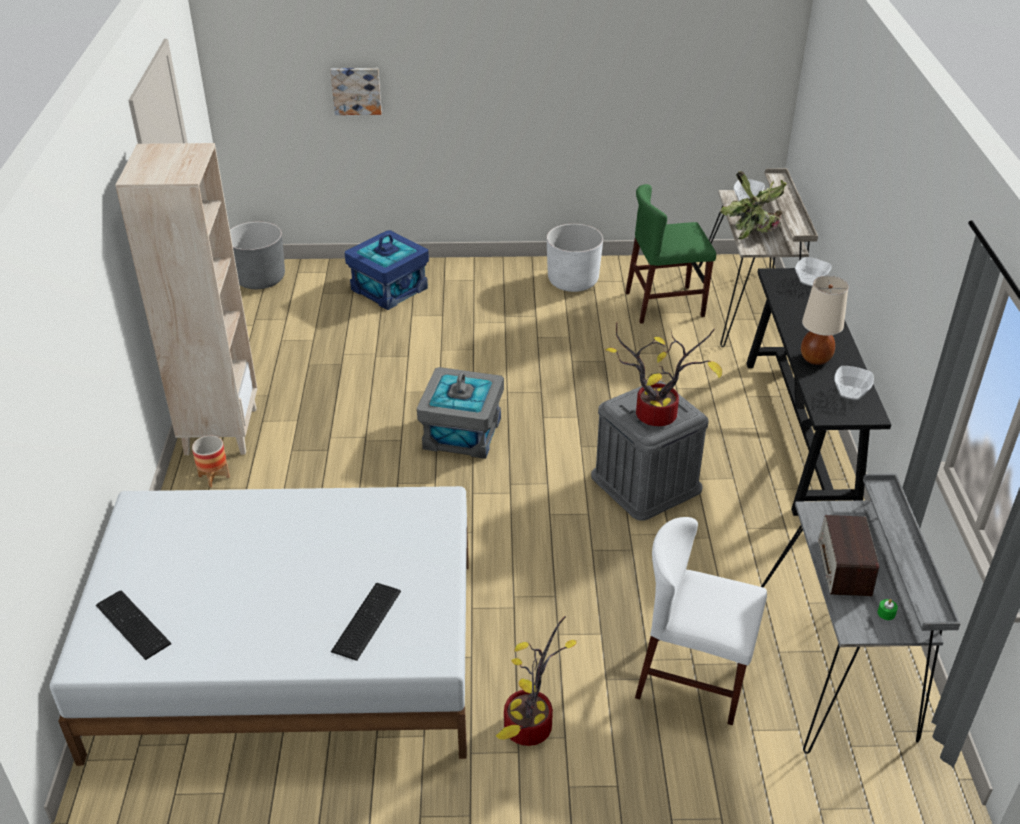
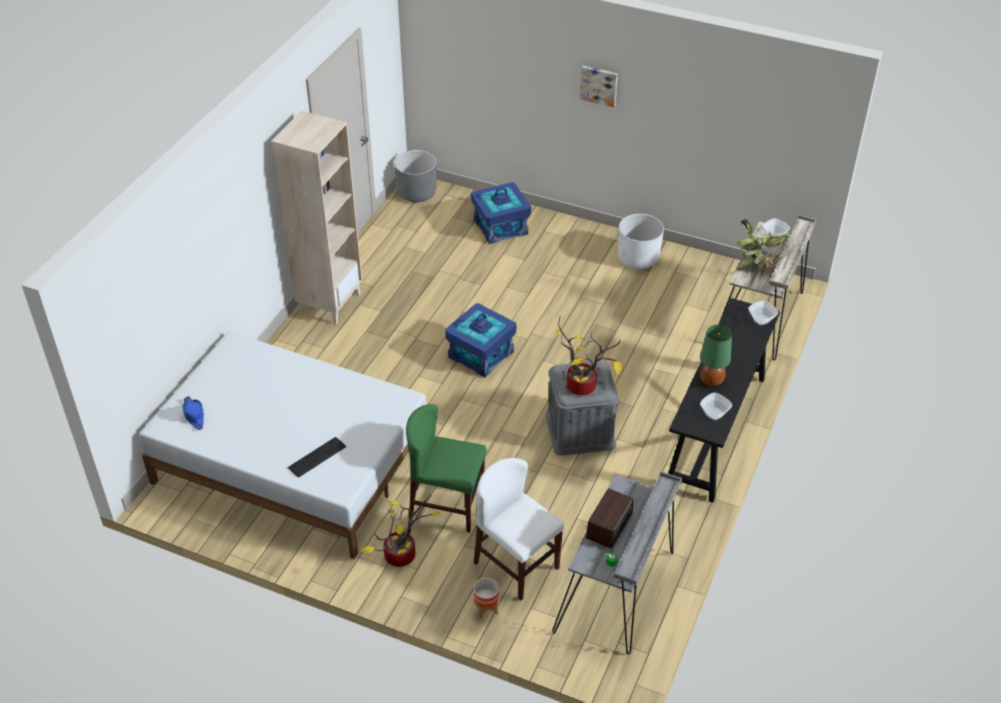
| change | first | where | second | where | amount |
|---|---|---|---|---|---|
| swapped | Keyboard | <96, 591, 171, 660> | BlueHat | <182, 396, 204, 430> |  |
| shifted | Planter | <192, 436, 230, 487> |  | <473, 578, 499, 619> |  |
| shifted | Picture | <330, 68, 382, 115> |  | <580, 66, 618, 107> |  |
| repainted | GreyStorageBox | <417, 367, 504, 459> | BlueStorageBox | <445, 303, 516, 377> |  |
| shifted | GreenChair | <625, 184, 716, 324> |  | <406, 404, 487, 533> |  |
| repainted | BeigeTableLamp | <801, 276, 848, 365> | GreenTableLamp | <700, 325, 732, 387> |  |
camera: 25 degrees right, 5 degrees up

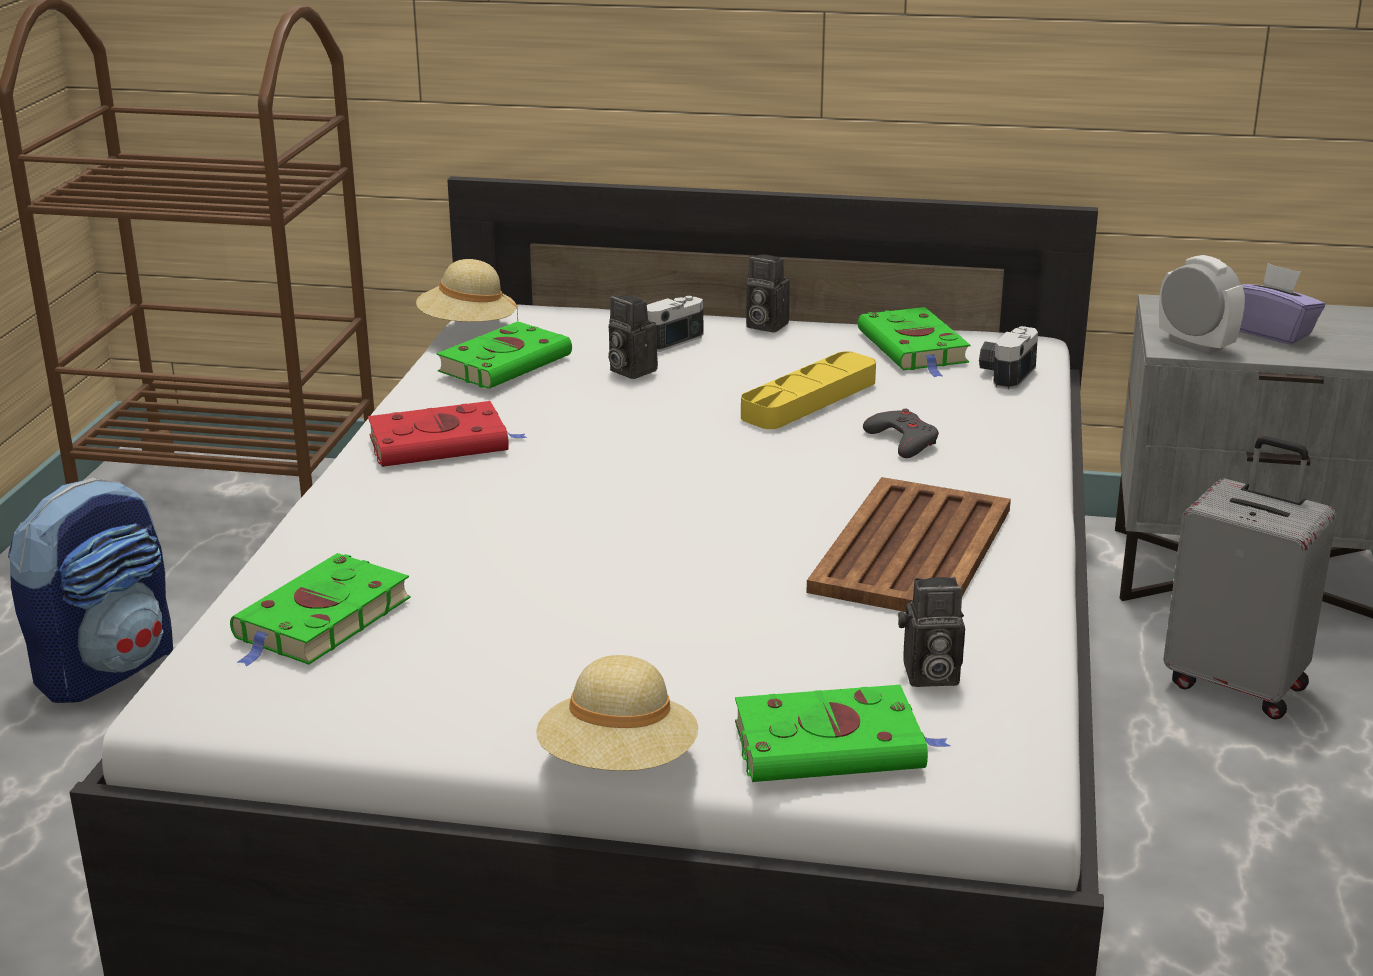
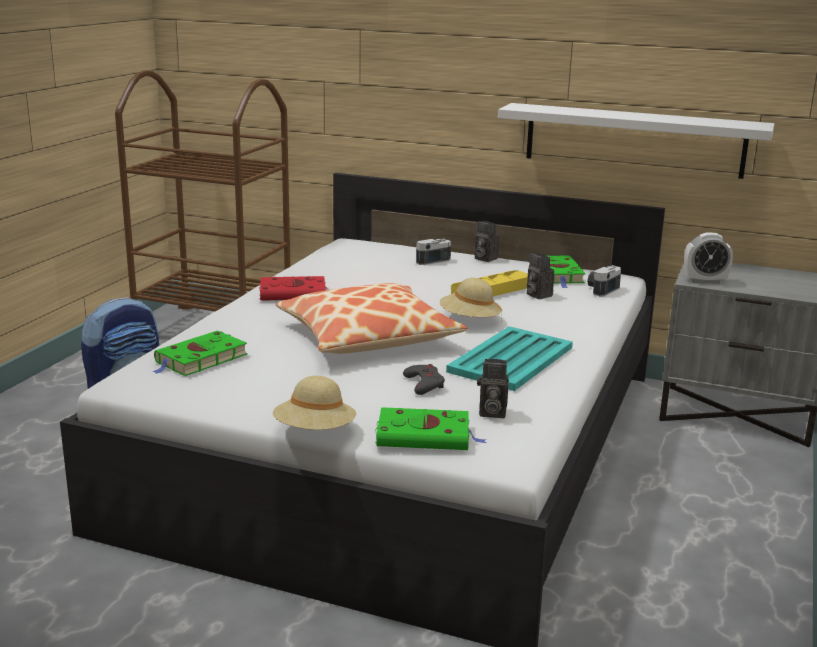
| change | first | where | second | where | amount |
|---|---|---|---|---|---|
| shifted | BeigeHat | <416, 259, 518, 322> |  | <440, 278, 502, 323> |  |
| gone | GreenBook | <436, 321, 572, 389> |  |  |  |
| shifted | PhotoCamera | <608, 295, 658, 379> |  | <526, 253, 554, 299> |  |
| repainted | BrownTray | <806, 477, 1011, 612> | TurquoiseTray | <446, 326, 573, 391> |  |
| shifted | GreyGameController | <863, 409, 939, 458> |  | <403, 364, 445, 395> |  |
| rotated | AlarmClock | <1159, 255, 1245, 355> |  | <684, 232, 733, 284> | 120 degrees clockwise |
| gone | GreySuitcase | <1163, 436, 1337, 720> |  |  |  |
| gone | PurpleTissueBox | <1239, 263, 1325, 345> |  |  |  |
| new |  |  | Pillow | <276, 283, 468, 354> |  |
| new |  |  | WhiteShelf | <498, 103, 774, 179> |  |
camera: 10 degrees right, 5 degrees down

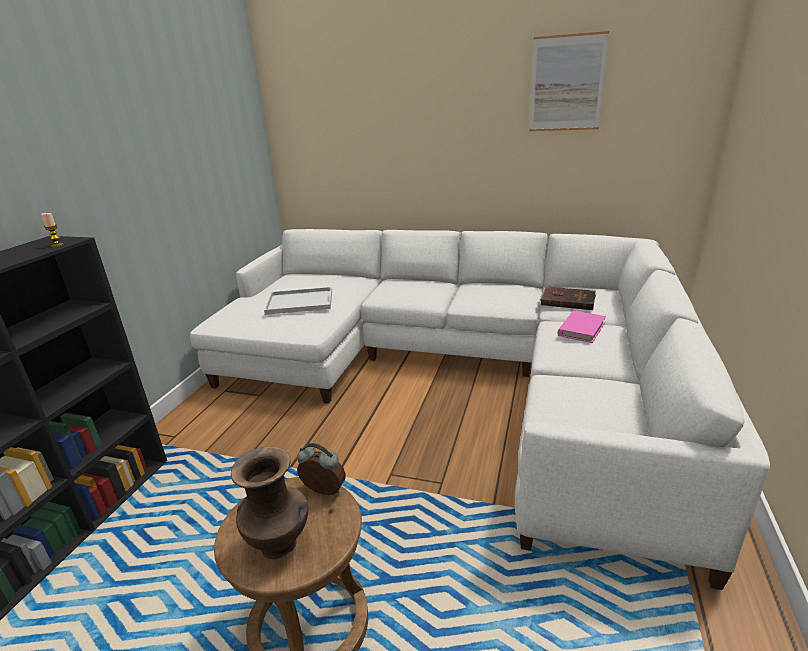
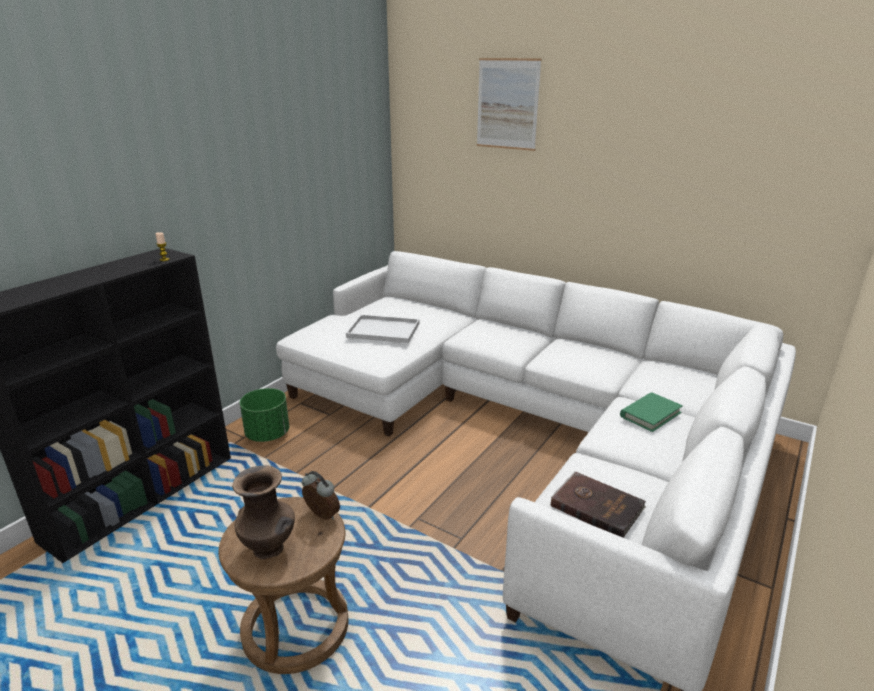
| change | first | where | second | where | amount |
|---|---|---|---|---|---|
| shifted | Picture | <529, 31, 609, 131> |  | <477, 58, 542, 151> |  |
| shifted | BrownBook | <539, 286, 596, 310> |  | <551, 471, 646, 538> |  |
| repainted | PinkBook | <557, 311, 606, 343> | GreenBook | <620, 392, 683, 432> |  |
| new |  |  | GreenPlanter | <240, 388, 289, 442> |  |
camera: 15 degrees right, 0 degrees up

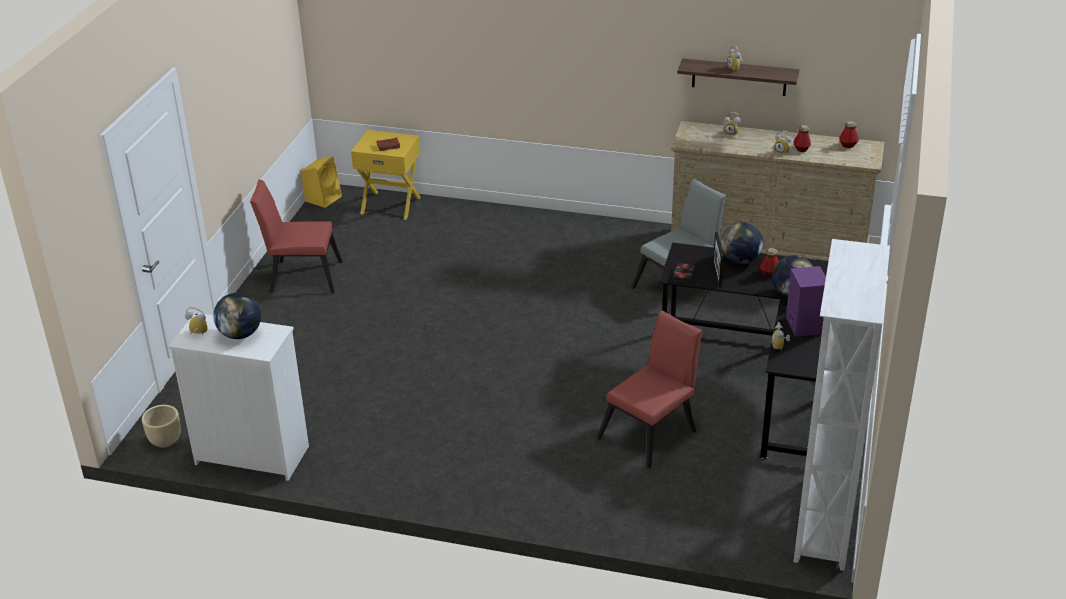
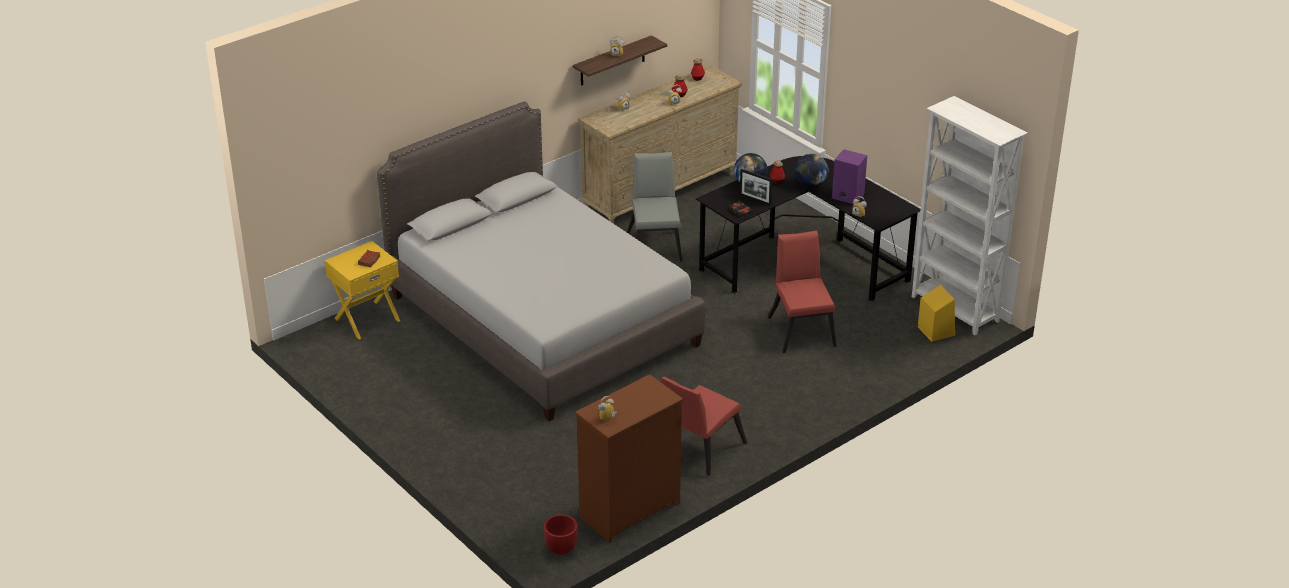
| change | first | where | second | where | amount |
|---|---|---|---|---|---|
| repainted | BeigePlanter | <142, 405, 180, 448> | RedPlanter | <544, 514, 578, 555> |  |
| repainted | WhiteDresser | <168, 313, 309, 481> | BrownDresser | <575, 374, 683, 543> |  |
| gone | Globe | <213, 293, 261, 339> |  |  |  |
| shifted | RedChair | <250, 180, 343, 293> |  | <661, 377, 747, 476> |  |
| shifted | YellowSpeaker | <301, 156, 342, 208> |  | <918, 285, 955, 342> |  |
| new |  |  | GreyBed | <377, 101, 705, 421> |  |
camera: 55 degrees left, 0 degrees up

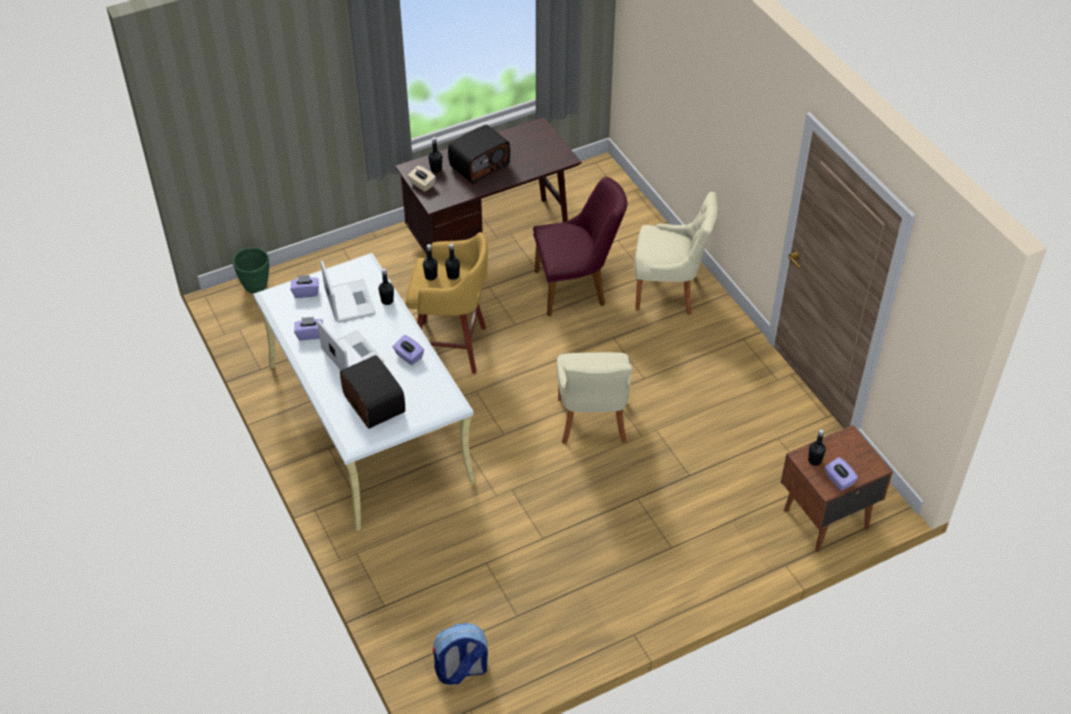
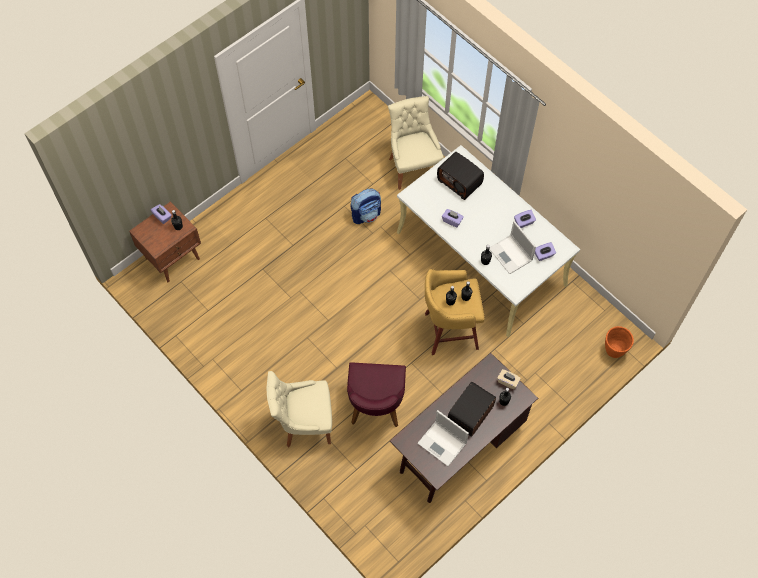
| change | first | where | second | where | amount |
|---|---|---|---|---|---|
| repainted | GreenPlanter | <233, 247, 269, 294> | OrangePlanter | <605, 326, 634, 358> |  |
| shifted | Laptop | <317, 320, 384, 370> |  | <417, 410, 469, 466> |  |
| shifted | Backpack | <432, 623, 488, 685> |  | <351, 188, 381, 224> |  |
| rotated | PurpleChair | <533, 177, 627, 316> |  | <347, 362, 406, 427> | 60 degrees counterclockwise |
| shifted | BeigeChair | <557, 352, 632, 444> |  | <388, 96, 444, 190> |  |
camera: 165 degrees right, 15 degrees up

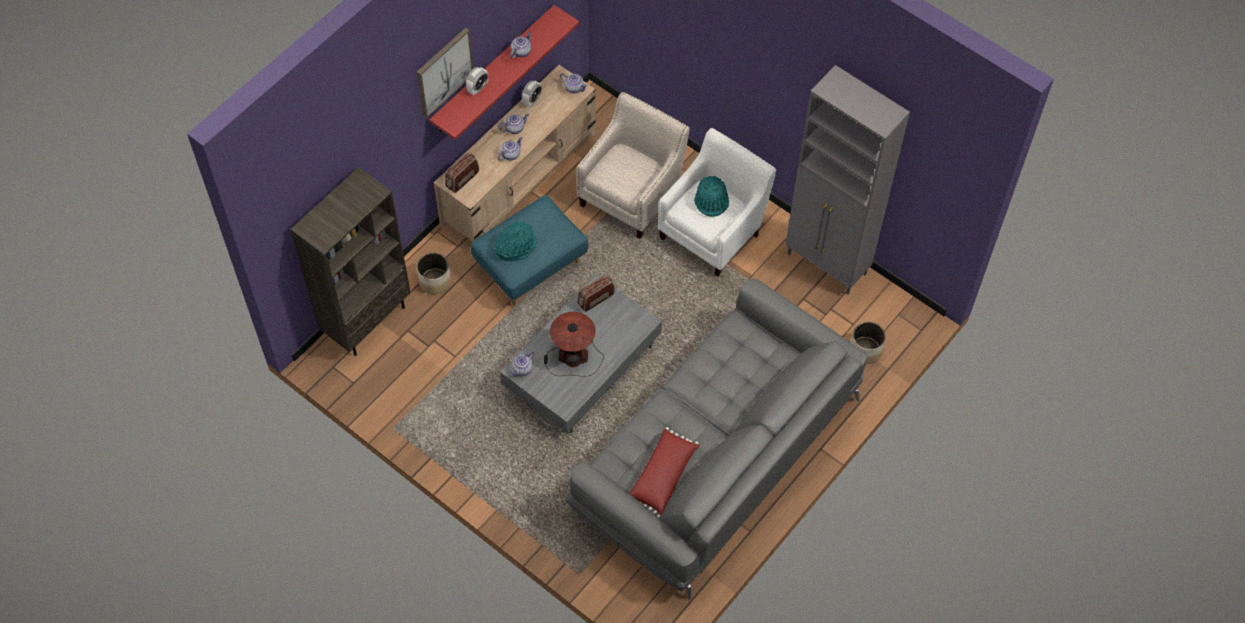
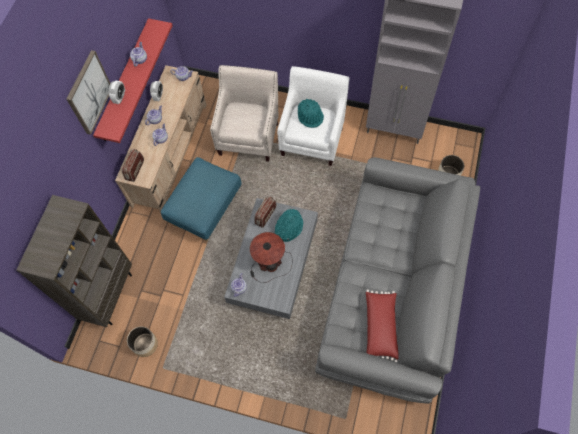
| change | first | where | second | where | amount |
|---|---|---|---|---|---|
| shifted | Planter | <417, 253, 451, 294> |  | <127, 326, 158, 357> |  |
| shifted | TurquoiseHat | <495, 221, 537, 261> |  | <275, 209, 303, 242> |  |
camera: 20 degrees left, 5 degrees up

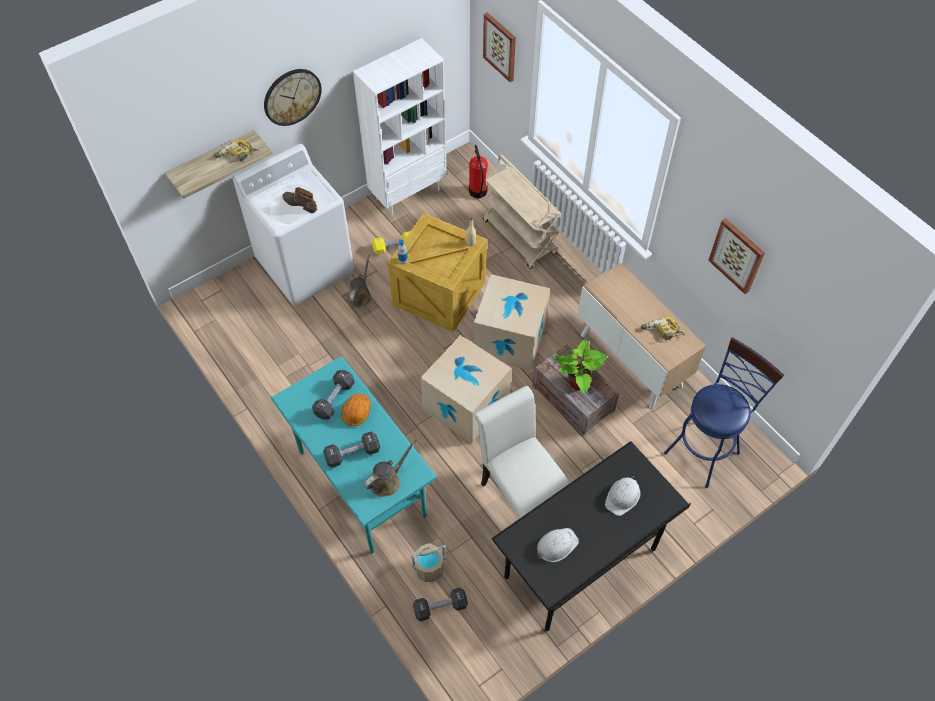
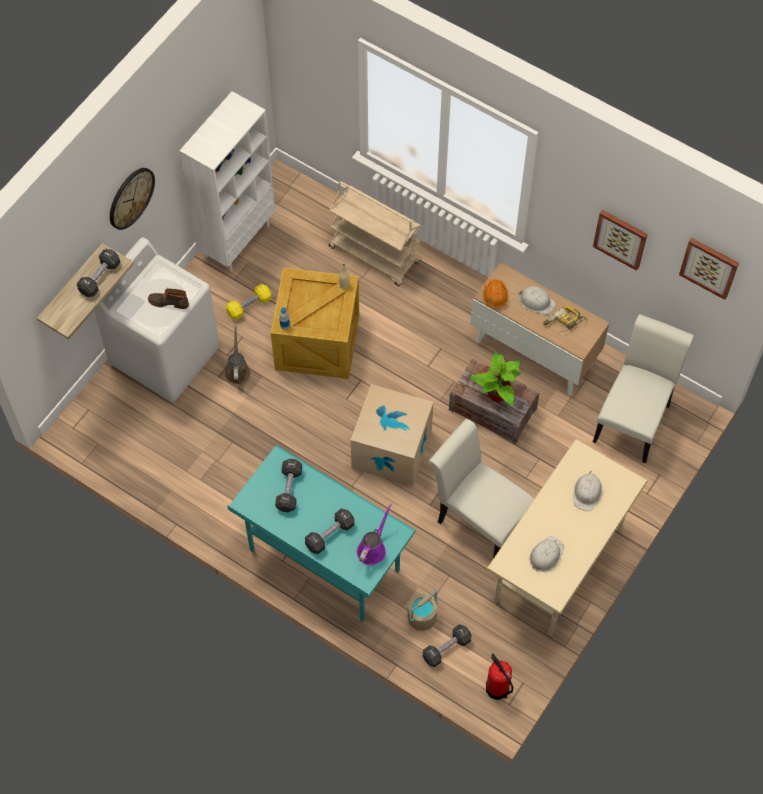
| change | first | where | second | where | amount |
|---|---|---|---|---|---|
| swapped | PowerDrill | <214, 140, 258, 164> | BlackDumbbell | <77, 249, 120, 297> |  |
| shifted | OrangeHardHat | <341, 394, 371, 426> |  | <483, 279, 509, 308> |  |
| repainted | BrownWateringCan | <364, 440, 416, 497> | PurpleWateringCan | <357, 503, 392, 565> |  |
| shifted | FireExtinguisher | <469, 145, 488, 198> |  | <486, 653, 513, 700> |  |
| gone | CardboardBox | <473, 274, 550, 371> |  |  |  |
| shifted | Picture | <483, 12, 516, 82> |  | <679, 237, 739, 300> |  |
| repainted | BlackDesk | <492, 441, 691, 631> | BeigeDesk | <487, 440, 648, 636> |  |
| swapped | BlueStool | <664, 337, 784, 488> | WhiteChair | <593, 314, 694, 463> |  |
| new |  |  | WhiteHardHat | <518, 286, 556, 314> |  |
camera: 20 degrees left, 5 degrees up

